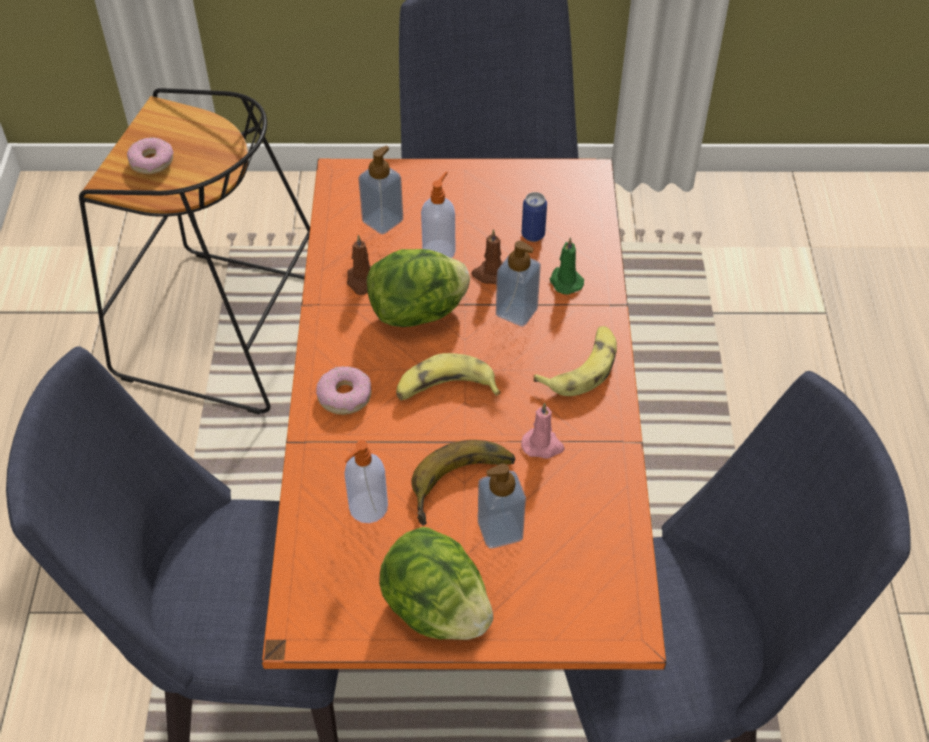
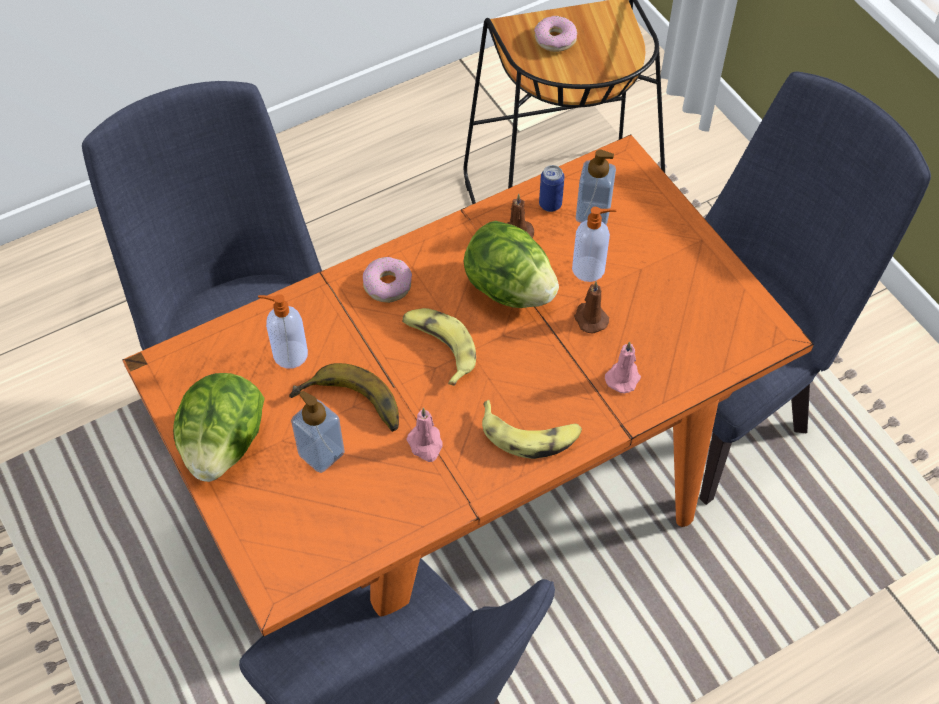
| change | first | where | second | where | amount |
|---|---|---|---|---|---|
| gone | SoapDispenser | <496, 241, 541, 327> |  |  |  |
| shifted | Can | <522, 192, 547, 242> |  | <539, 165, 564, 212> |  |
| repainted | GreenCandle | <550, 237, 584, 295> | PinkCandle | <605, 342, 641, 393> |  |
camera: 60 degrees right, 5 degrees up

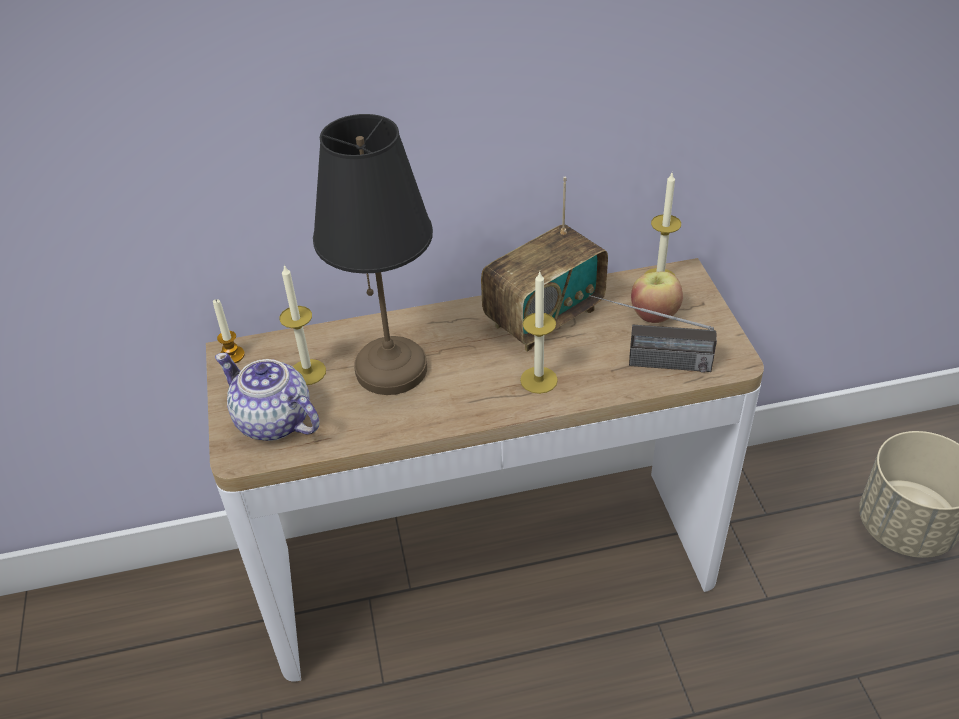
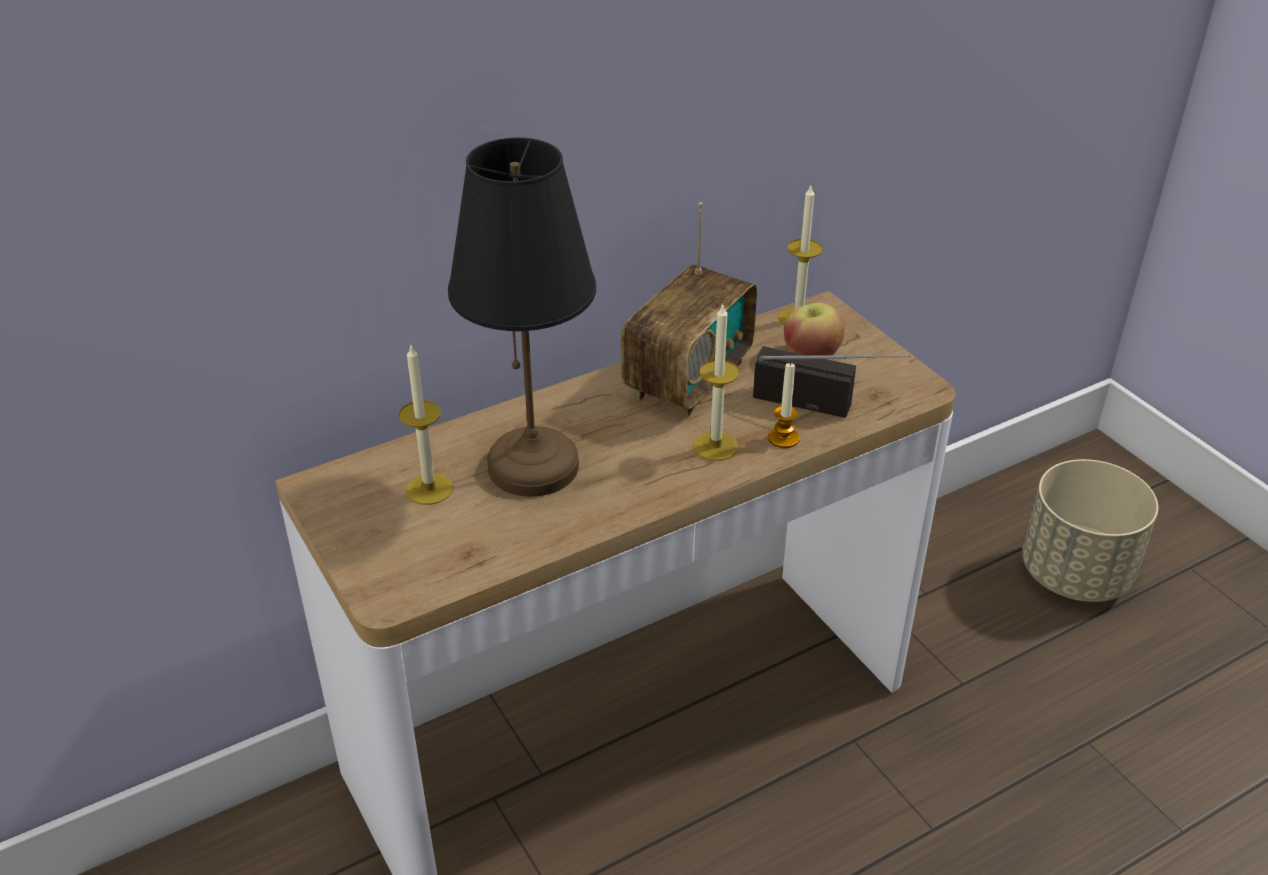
| change | first | where | second | where | amount |
|---|---|---|---|---|---|
| shifted | Candle | <213, 299, 245, 363> |  | <768, 362, 800, 448> |  |
| gone | Teapot | <215, 353, 320, 441> |  |  |  |
| rotated | Radio | <589, 295, 717, 373> |  | <753, 346, 910, 418> | 150 degrees counterclockwise |
camera: 20 degrees left, 5 degrees down

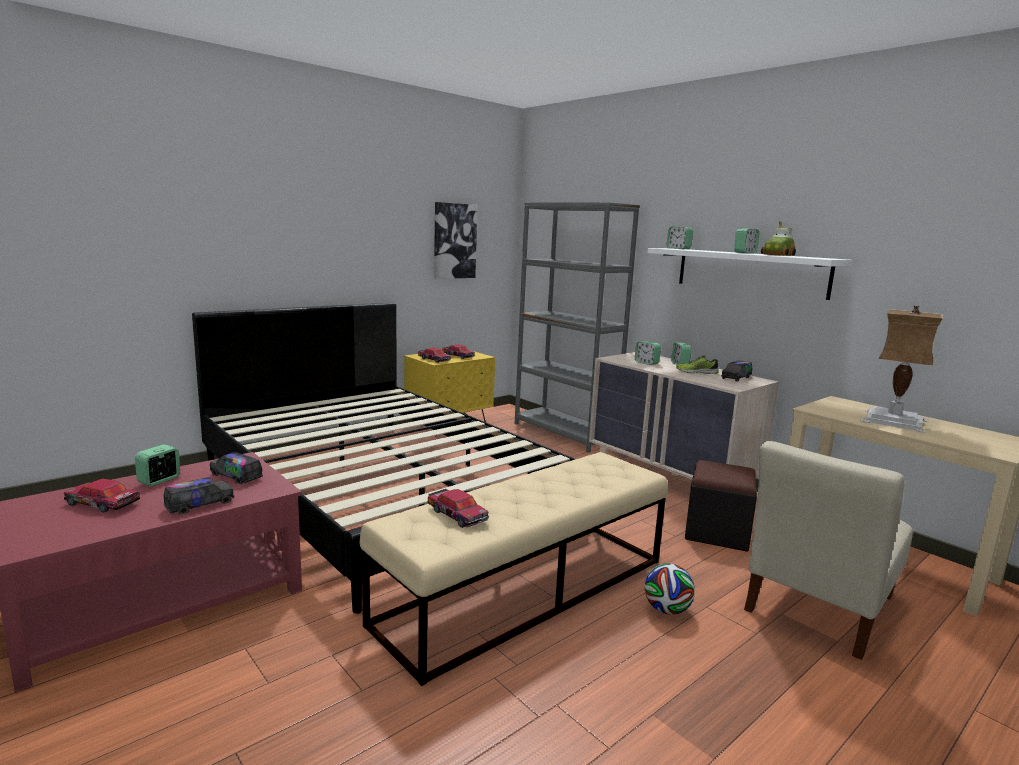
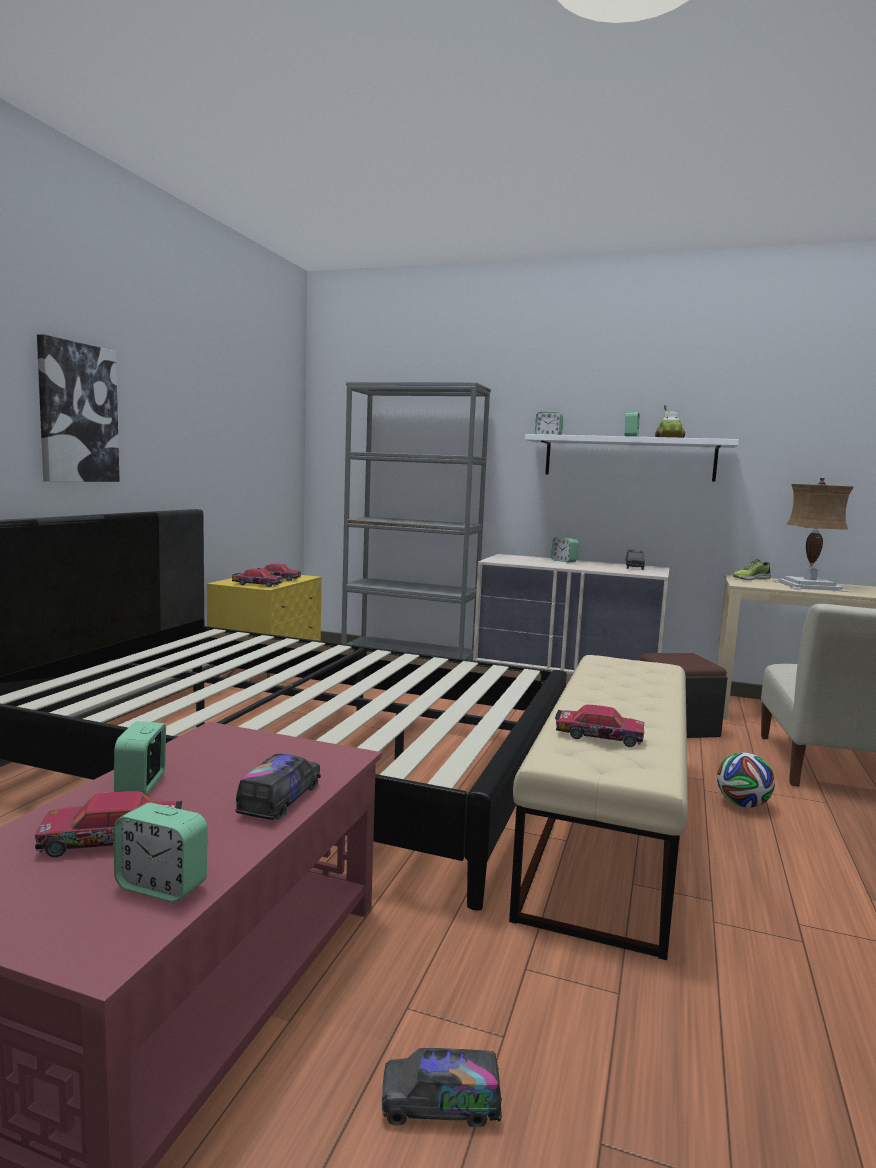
| change | first | where | second | where | amount |
|---|---|---|---|---|---|
| shifted | ToyTruck | <210, 452, 263, 484> |  | <382, 1048, 502, 1127> |  |
| shifted | Picture | <434, 202, 477, 279> |  | <37, 334, 120, 482> |  |
| shifted | AlarmClock | <635, 341, 661, 365> |  | <114, 803, 208, 902> |  |
| shifted | Shoe | <676, 355, 719, 374> |  | <733, 559, 771, 580> |  |
camera: 30 degrees left, 5 degrees down

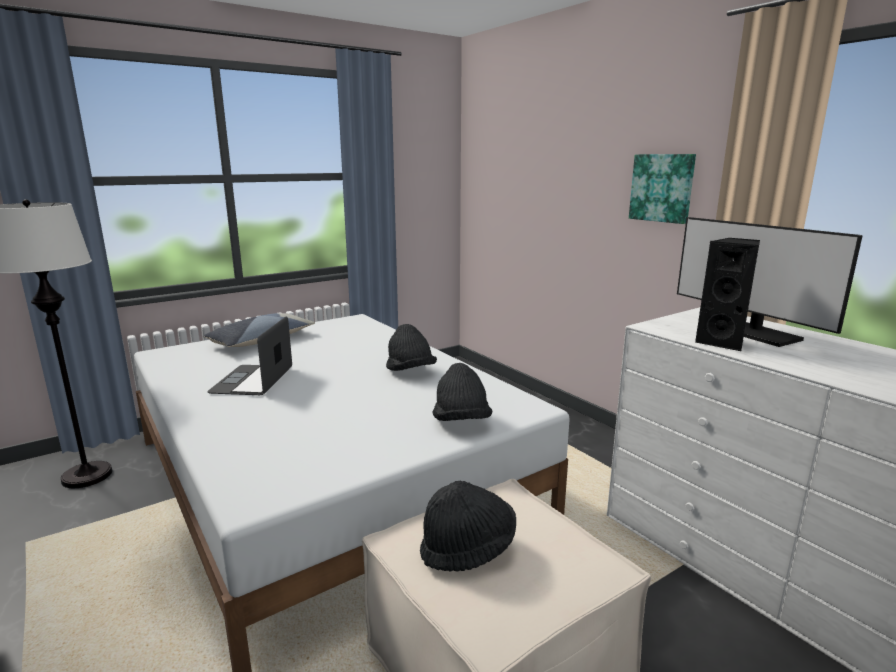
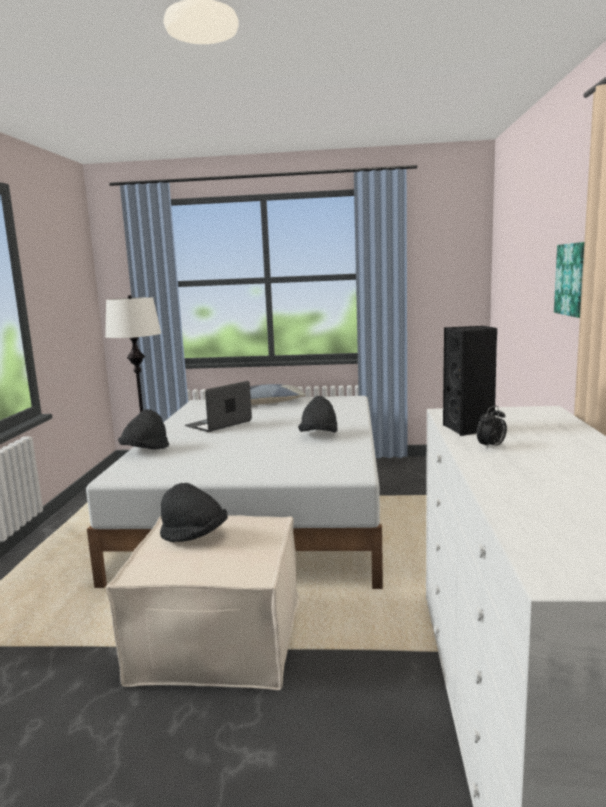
| change | first | where | second | where | amount |
|---|---|---|---|---|---|
| shifted | BlackHat | <433, 363, 493, 421> |  | <118, 409, 169, 450> |  |
| gone | Monitor | <677, 217, 863, 347> |  |  |  |
| new |  |  | AlarmClock | <477, 406, 507, 448> |  |
camera: 40 degrees right, 5 degrees down

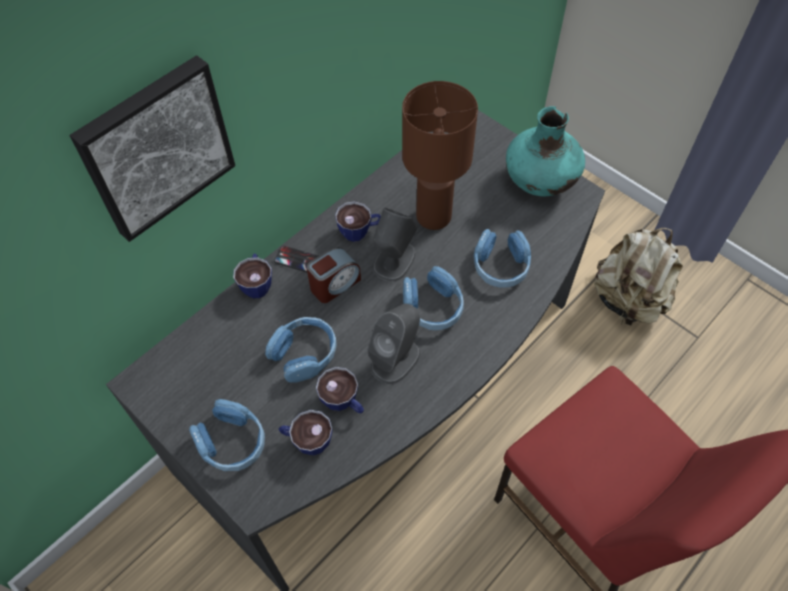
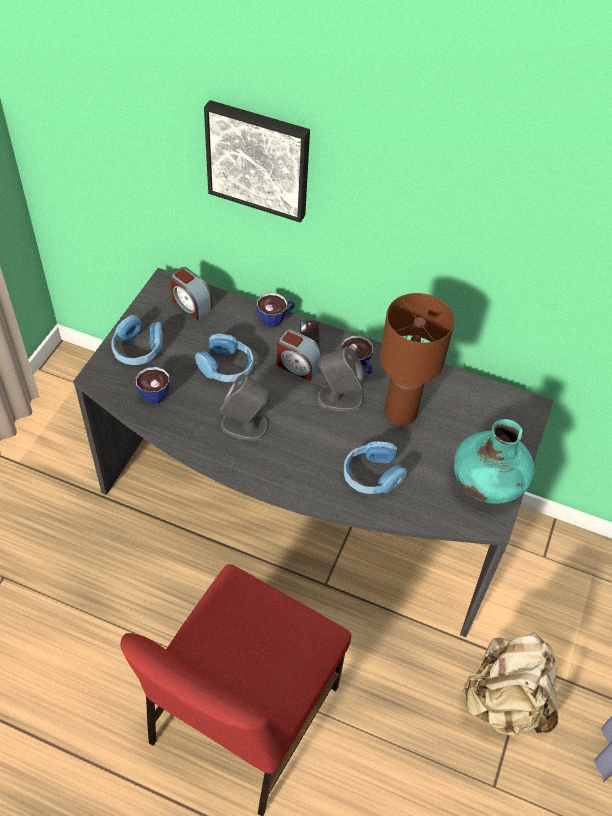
| change | first | where | second | where | amount |
|---|---|---|---|---|---|
| gone | Cup | <316, 367, 364, 413> |  |  |  |
| gone | BlueHeadphones | <403, 266, 464, 330> |  |  |  |
| new |  |  | AlarmClock | <170, 267, 212, 320> |  |
camera: 65 degrees right, 5 degrees down

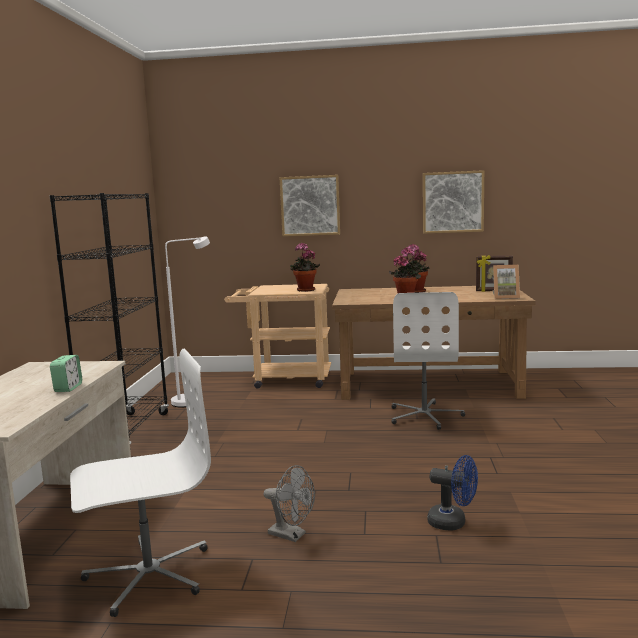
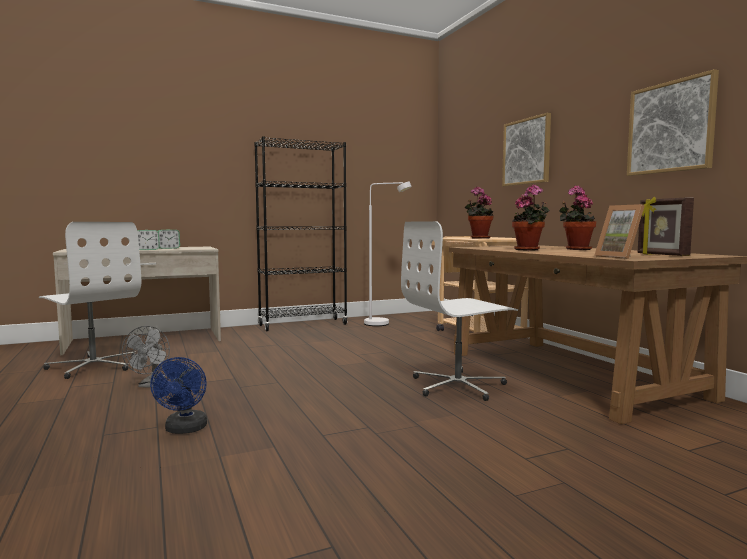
| change | first | where | second | where | amount |
|---|---|---|---|---|---|
| new |  |  | AlarmClock | <158, 230, 180, 249> |  |
camera: 60 degrees right, 5 degrees down

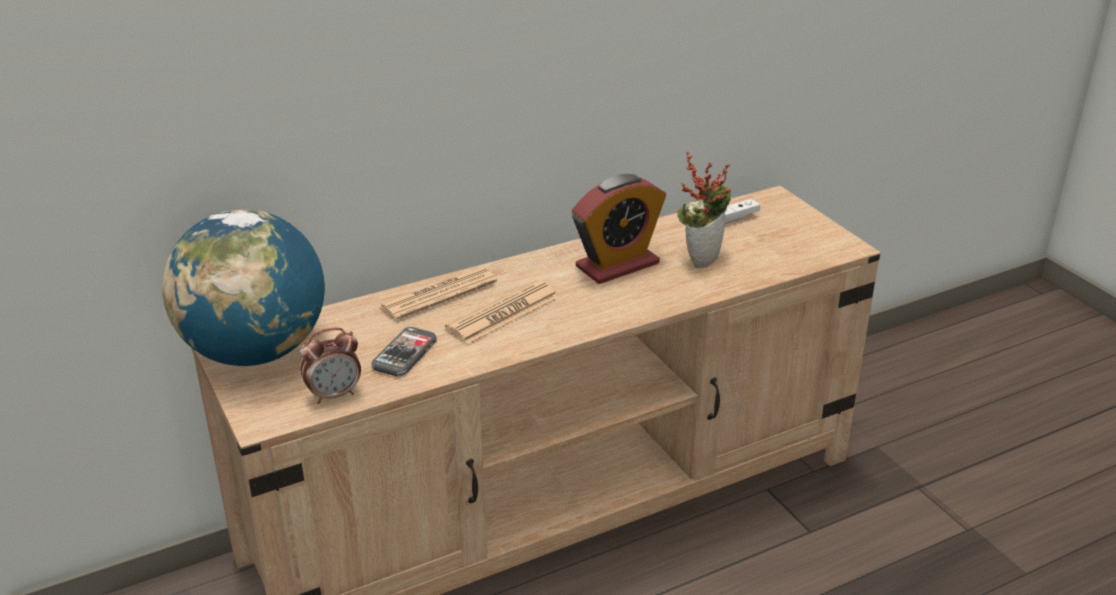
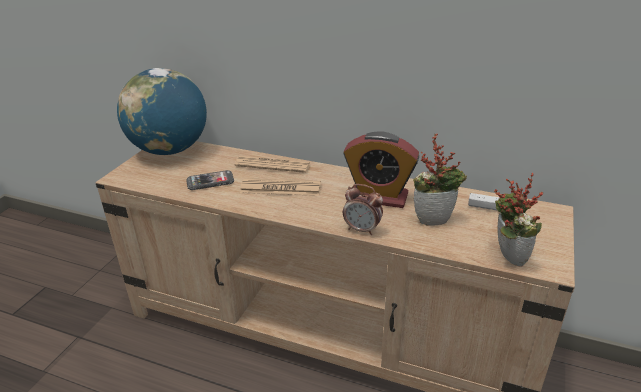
| change | first | where | second | where | amount |
|---|---|---|---|---|---|
| shifted | AlarmClock | <300, 327, 361, 404> |  | <343, 184, 383, 235> |  |
| new |  |  | PottedPlant | <494, 173, 543, 267> |  |
camera: 50 degrees right, 0 degrees up

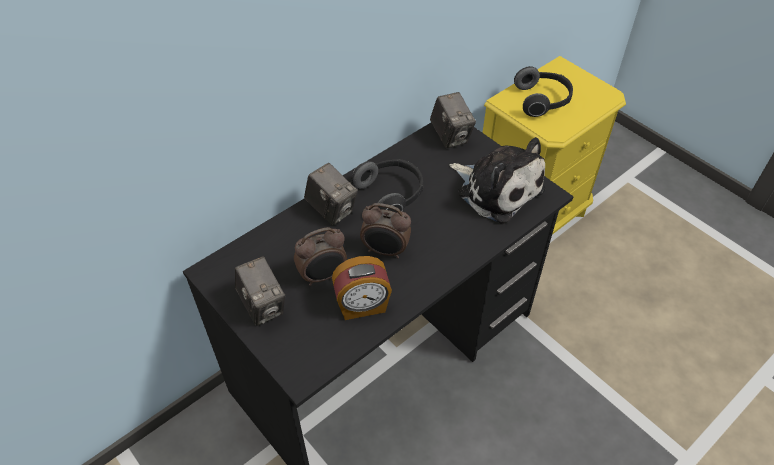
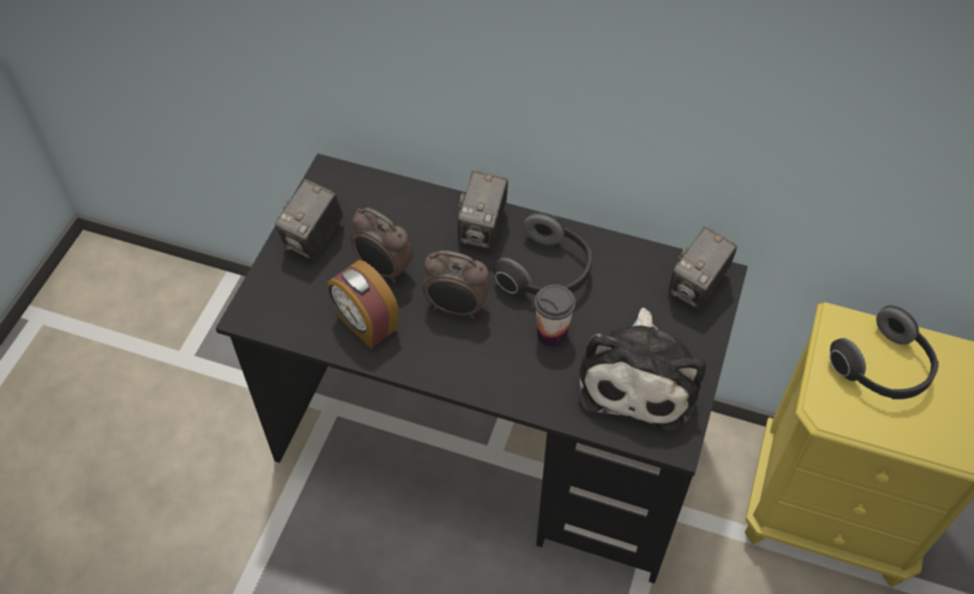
| change | first | where | second | where | amount |
|---|---|---|---|---|---|
| rotated | AlarmClock | <360, 203, 411, 258> |  | <422, 251, 489, 318> | 60 degrees counterclockwise |
| new |  |  | Cup | <534, 284, 576, 347> |  |
camera: 60 degrees right, 5 degrees up

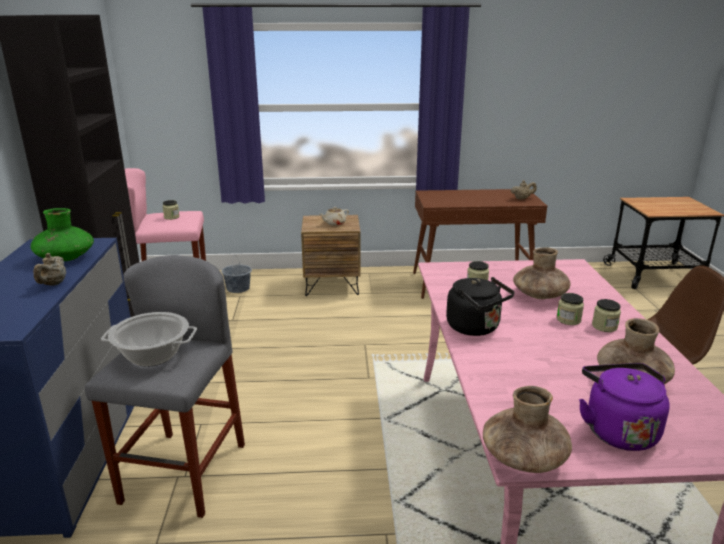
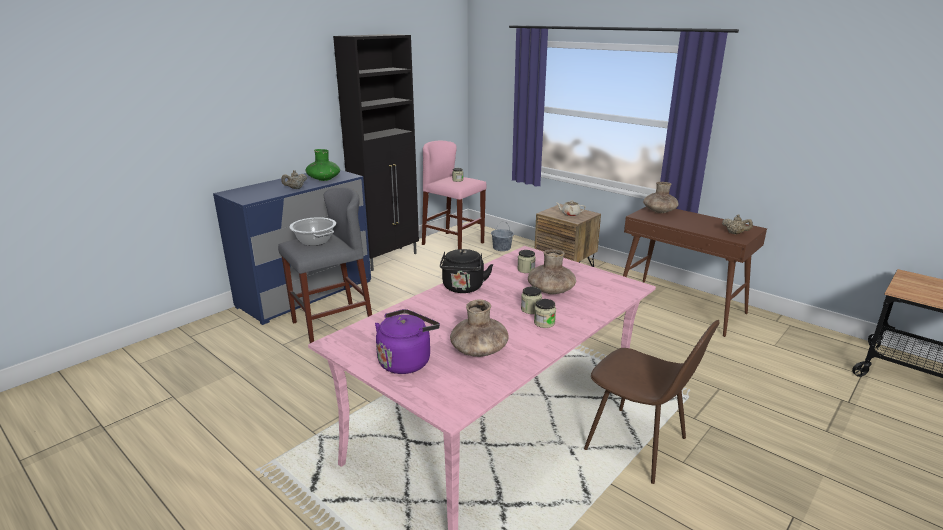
| change | first | where | second | where | amount |
|---|---|---|---|---|---|
| shifted | BrownVase | <483, 386, 572, 473> |  | <643, 182, 678, 213> |  |
camera: 45 degrees right, 0 degrees up

